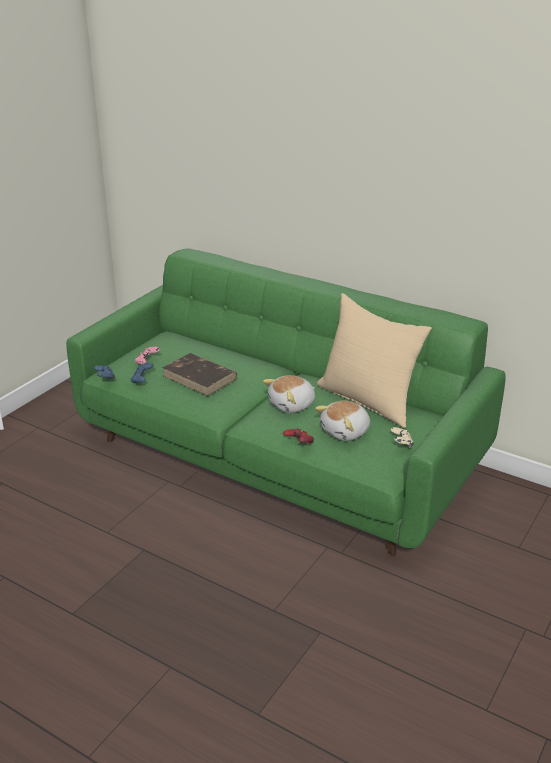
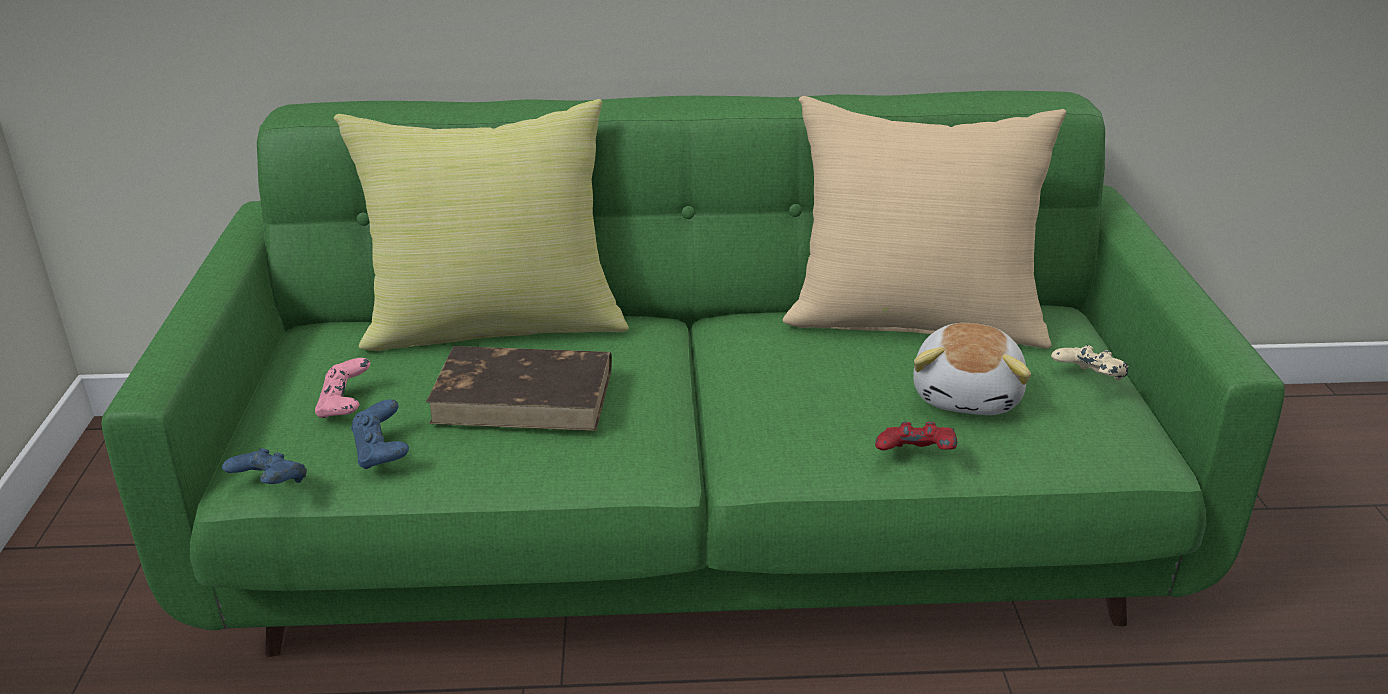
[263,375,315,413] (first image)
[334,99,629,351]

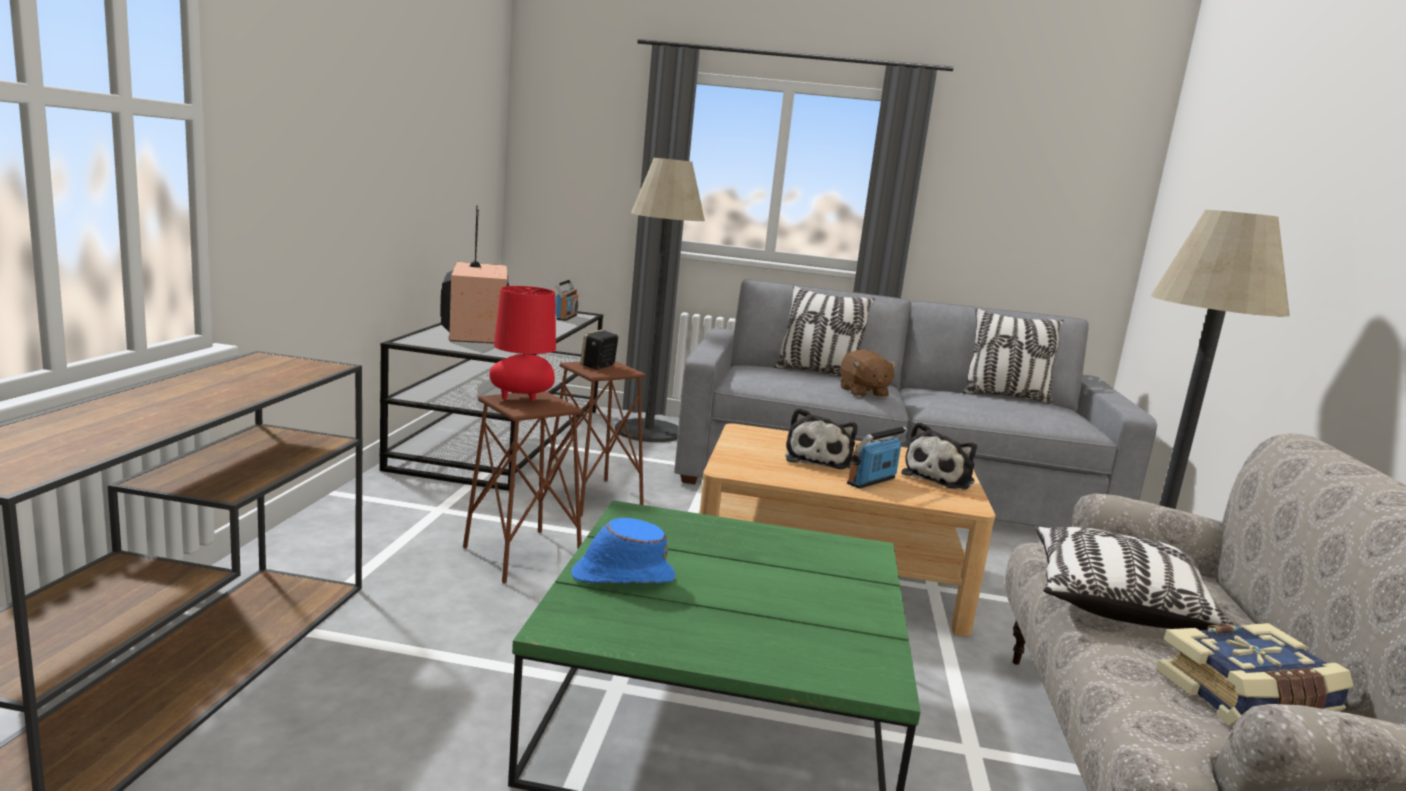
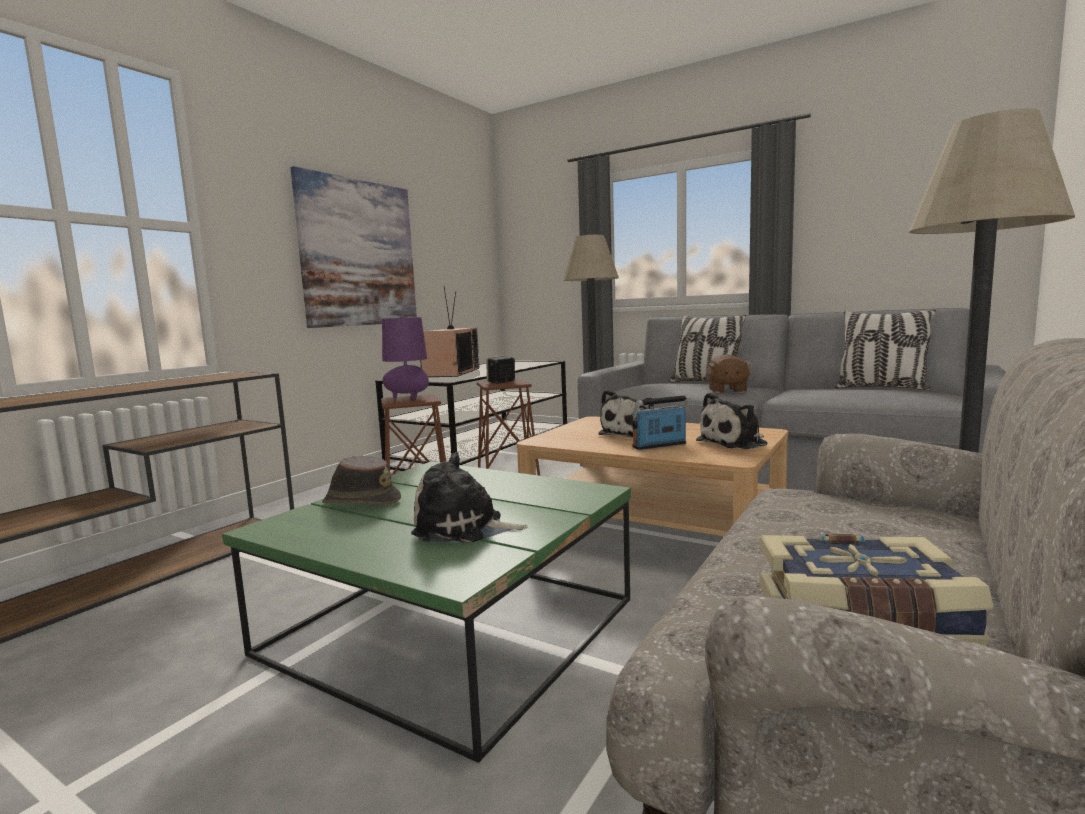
[555,280,578,321] (first image)
[382,317,429,399]
[322,456,401,505]
[1035,527,1234,630] (first image)
[290,166,417,328]
[411,452,528,543]

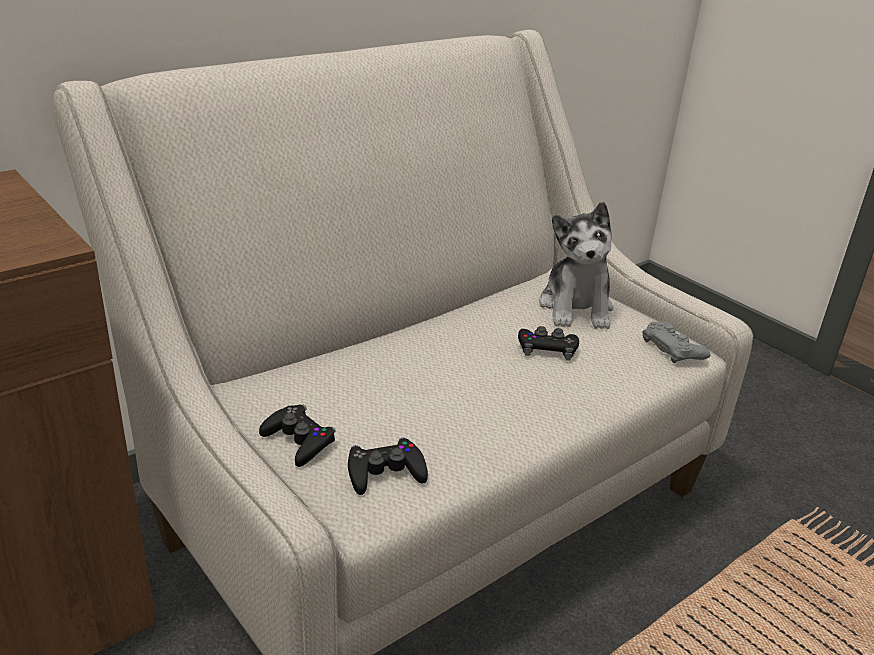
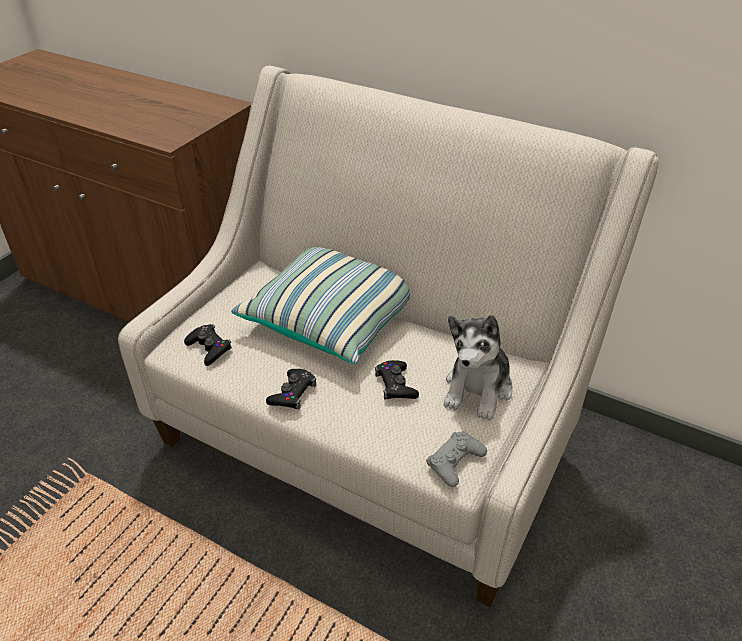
[444,315,513,421]
[266,369,316,409]
[231,247,410,364]

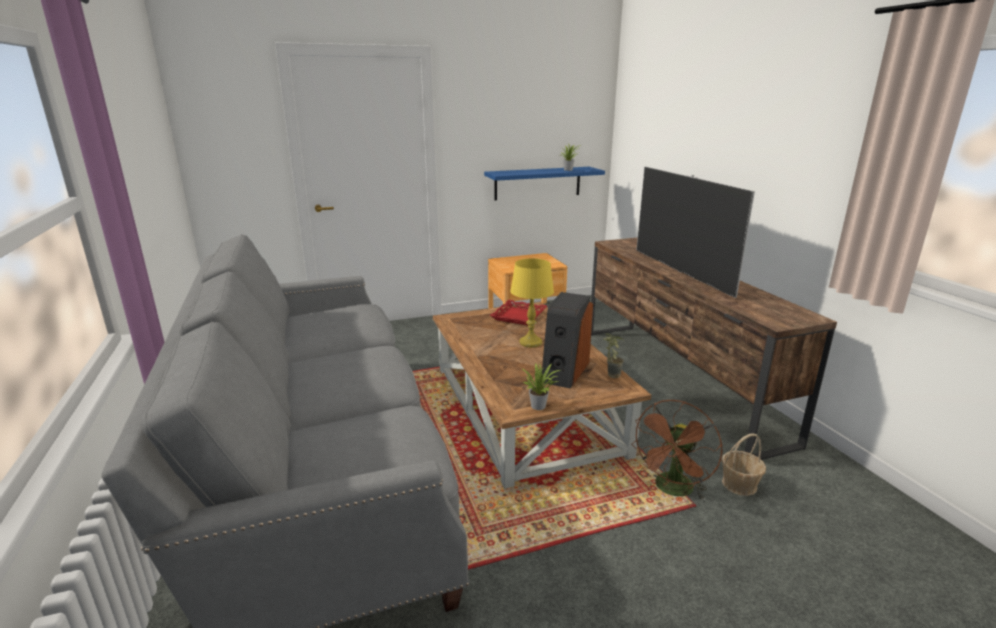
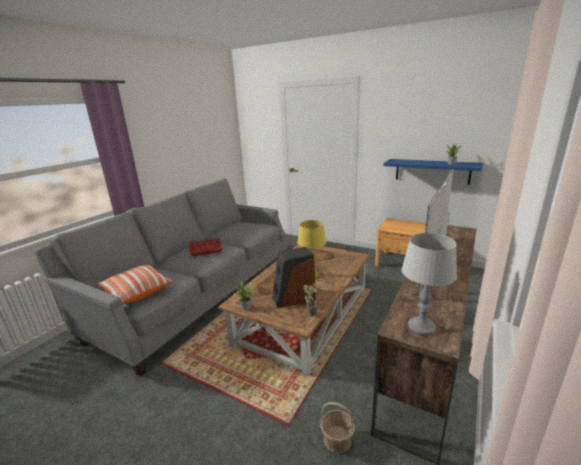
[189,238,223,256]
[631,400,722,501] (first image)
[401,233,457,336]
[97,265,173,305]

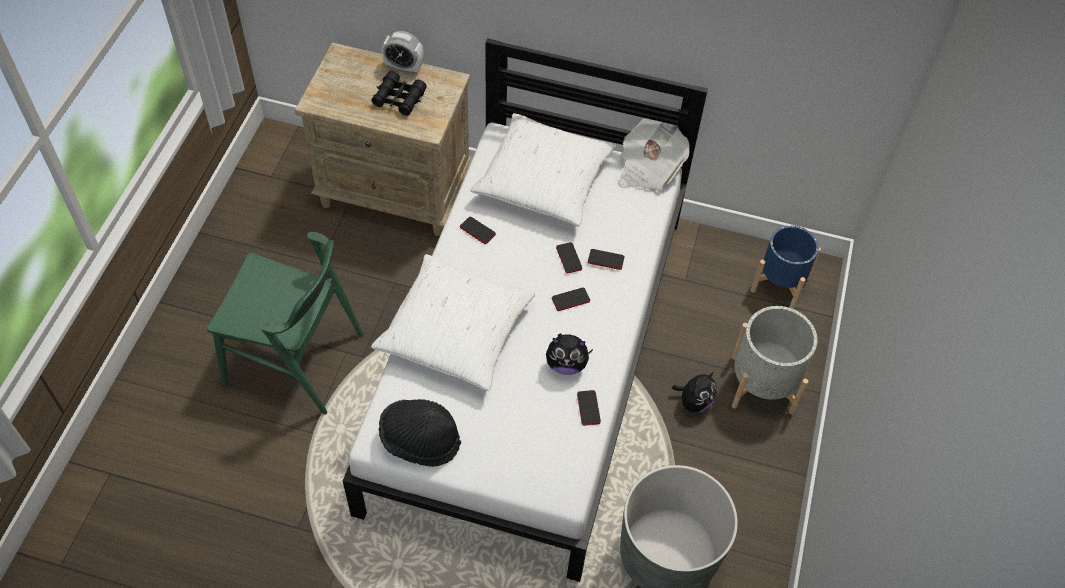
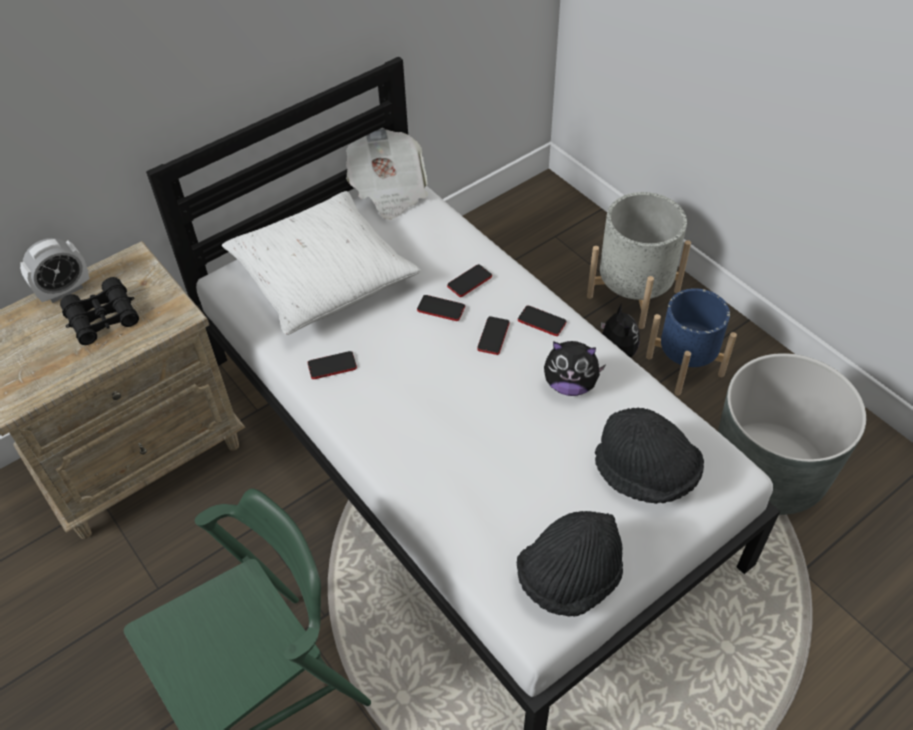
[646,288,737,396]
[371,254,536,391] (first image)
[544,341,606,396]
[518,306,567,336]
[595,408,704,504]

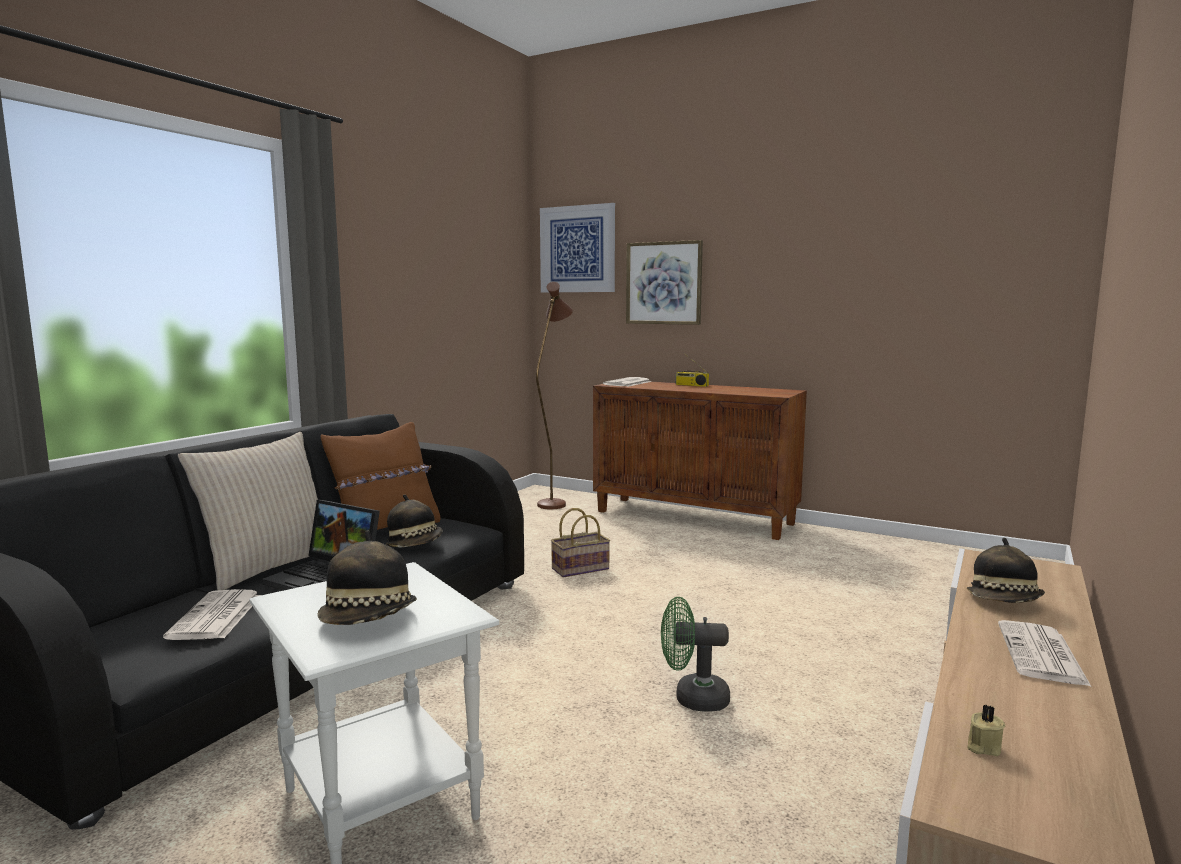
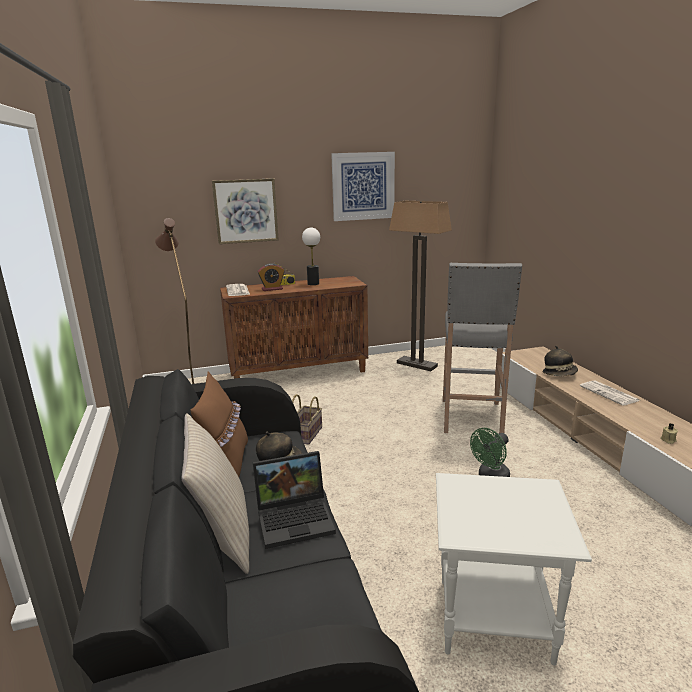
[331,152,395,221]
[317,530,417,625] (first image)
[163,589,261,640] (first image)
[389,201,452,371]
[302,228,320,285]
[258,263,285,291]
[443,263,522,433]

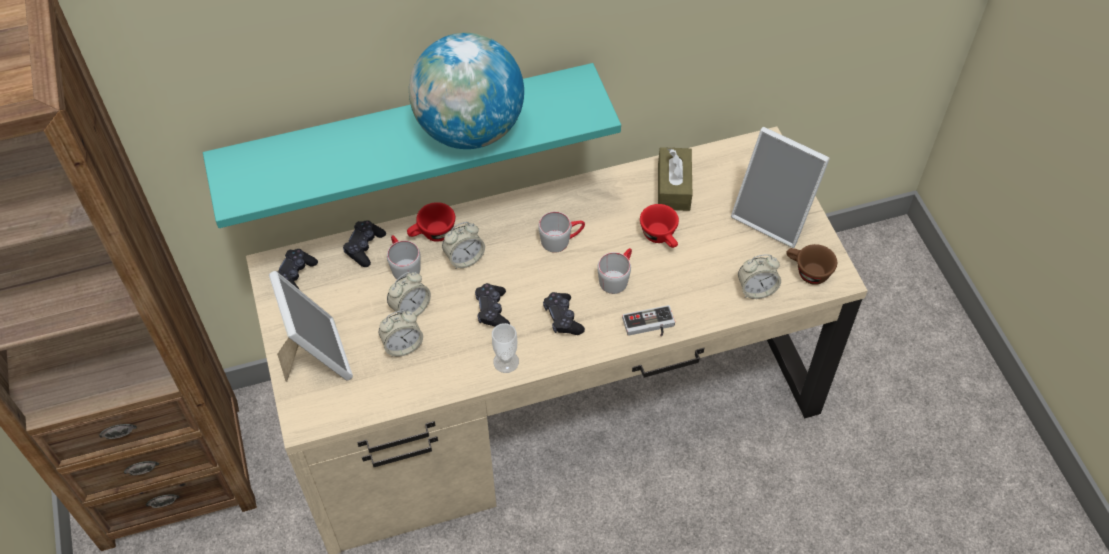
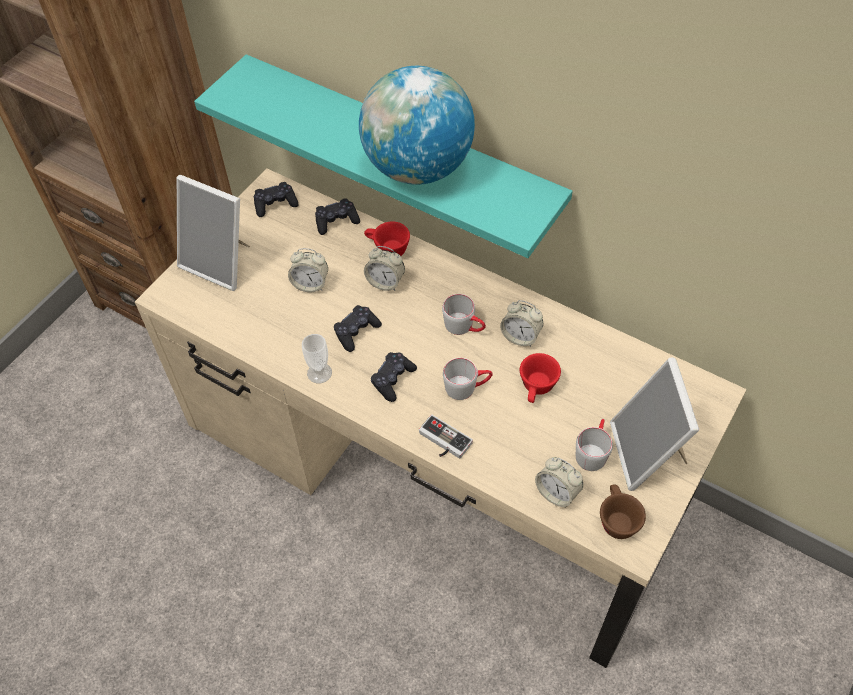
[658,147,692,211] (first image)
[576,419,613,471]
[177,175,250,291]
[500,300,543,347]

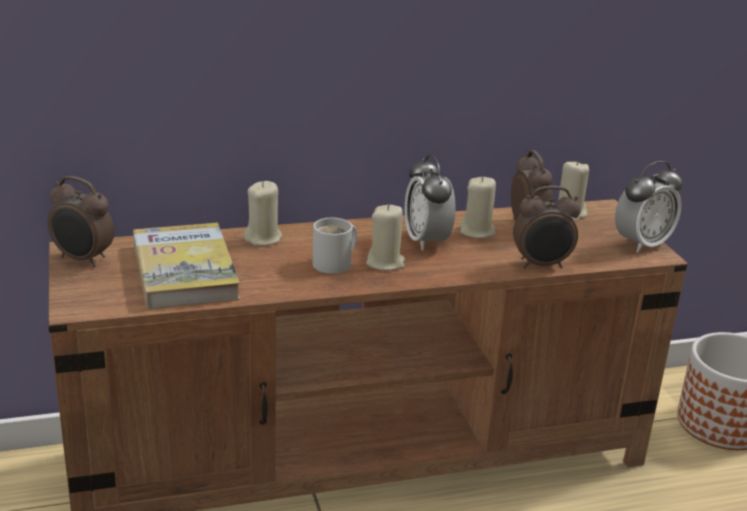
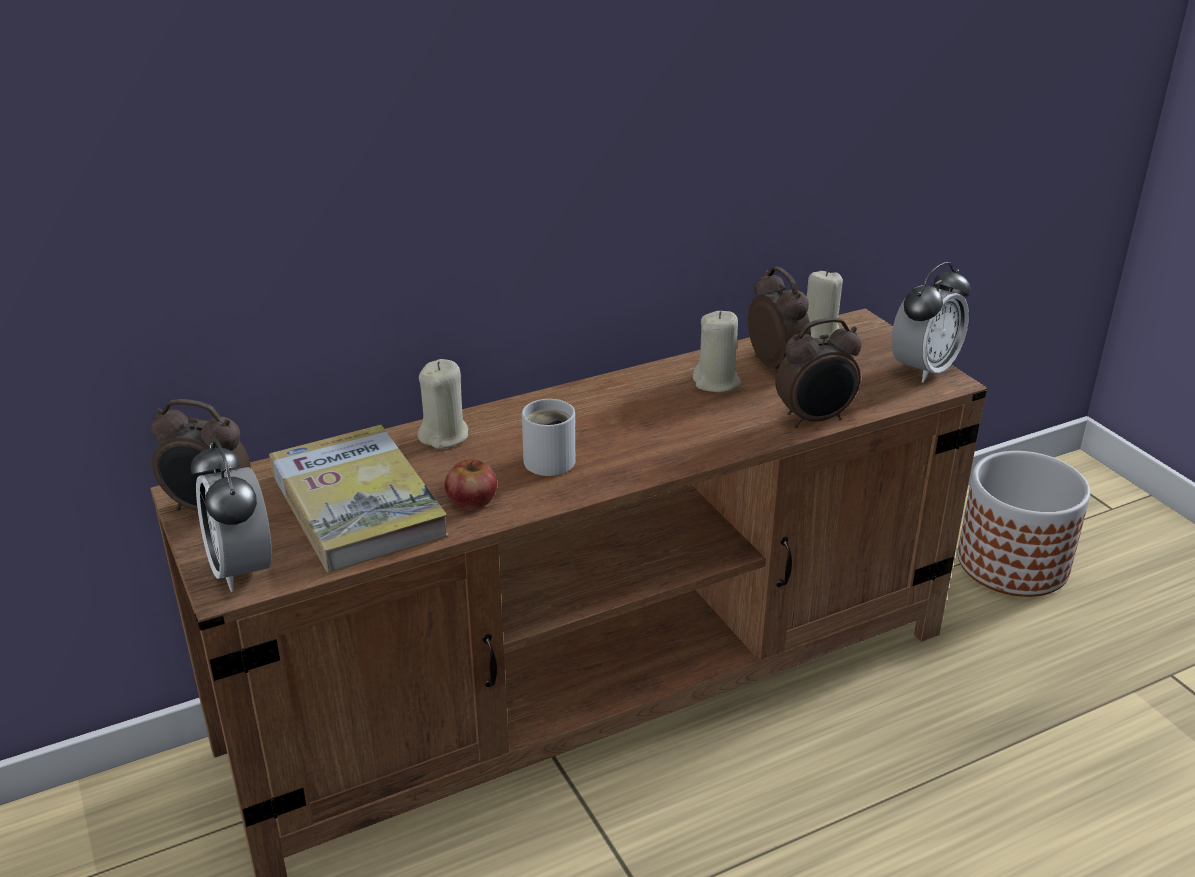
[191,439,272,592]
[366,204,405,271] (first image)
[445,460,497,510]

